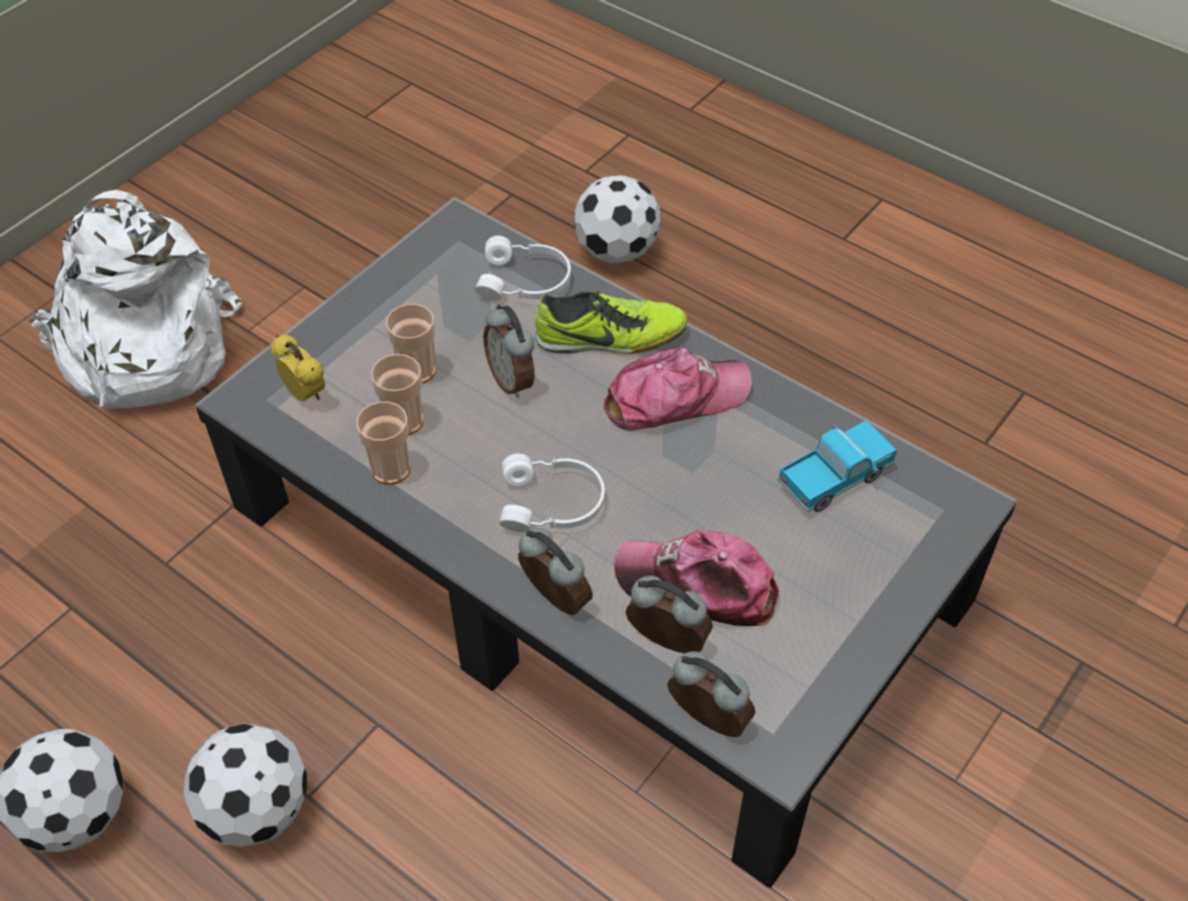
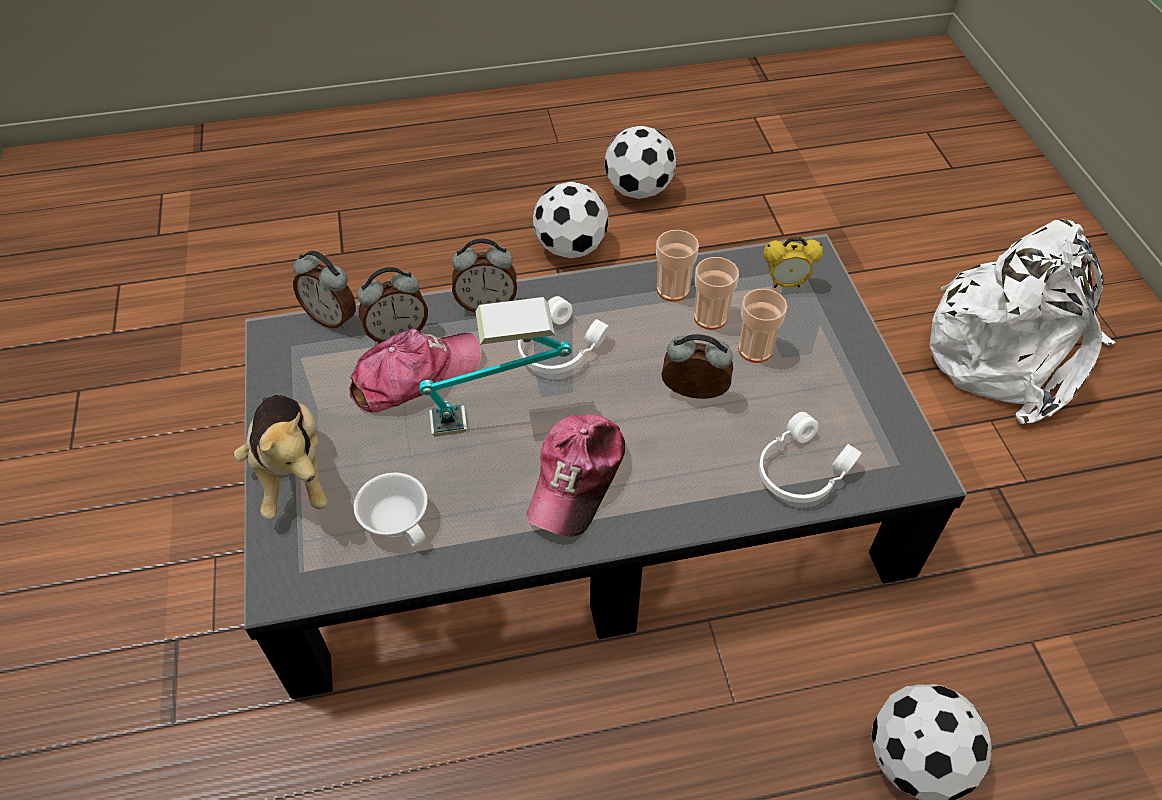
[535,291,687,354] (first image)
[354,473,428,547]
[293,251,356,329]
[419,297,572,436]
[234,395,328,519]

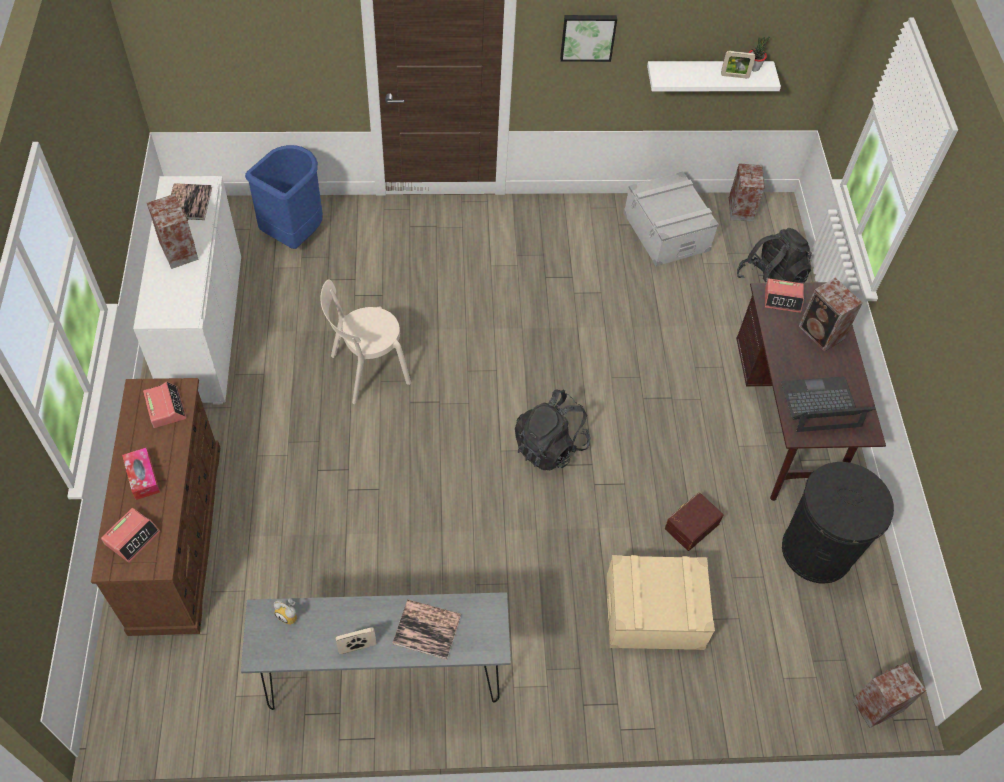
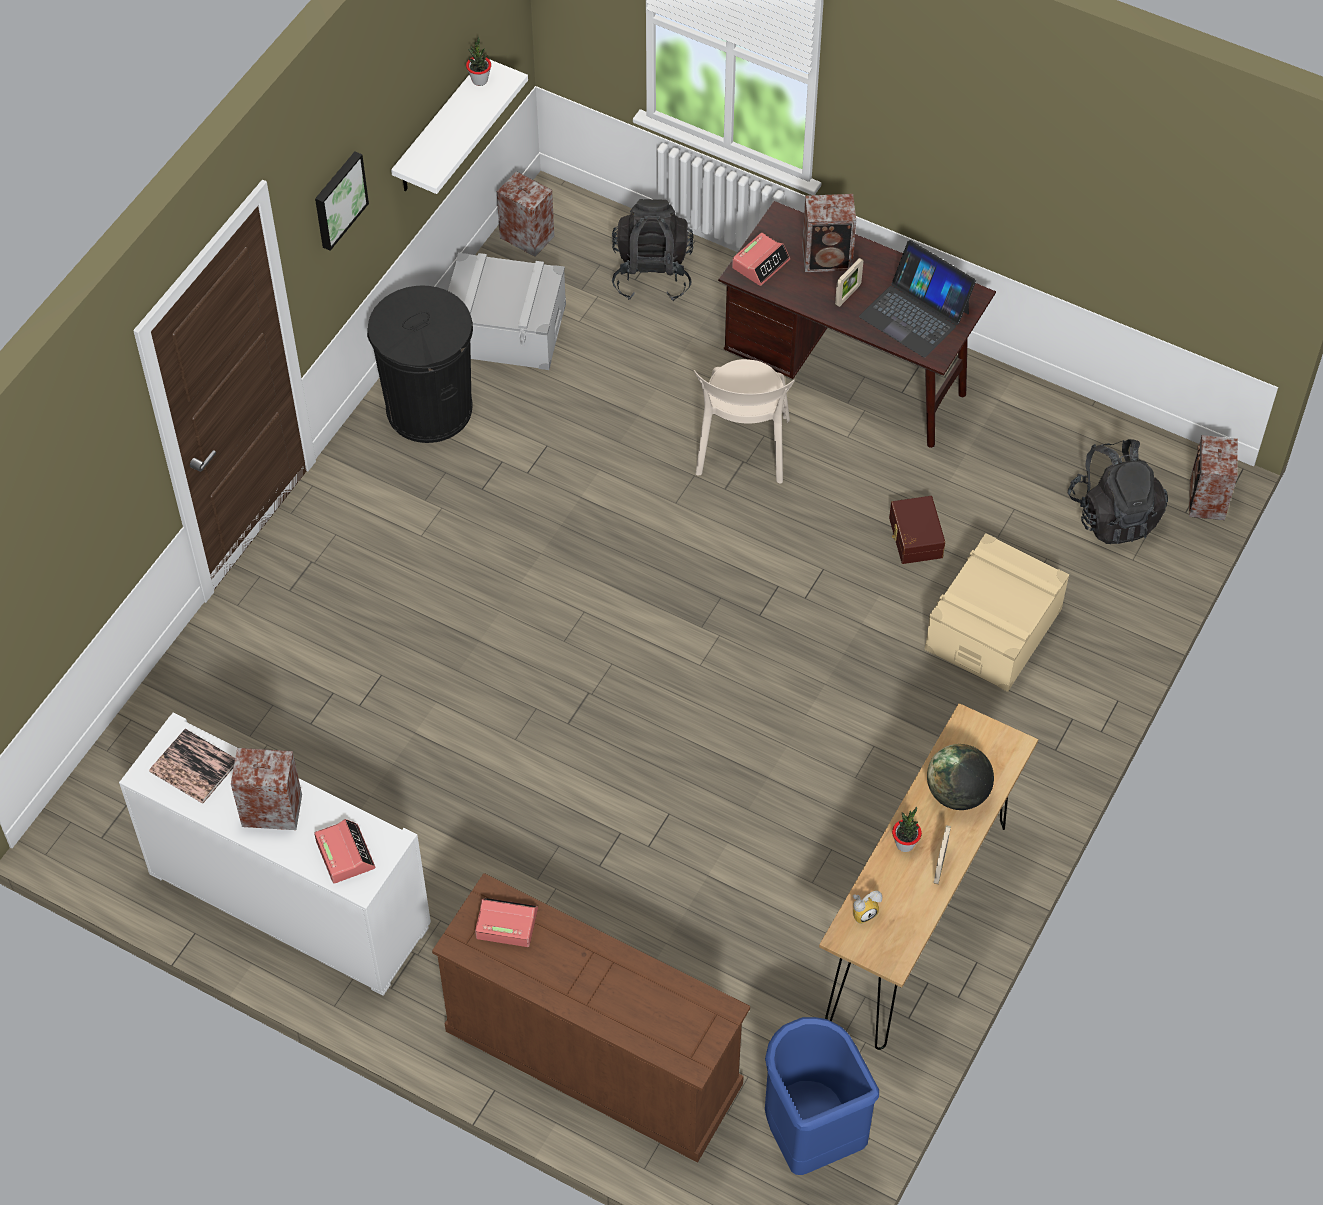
[835,258,863,307]
[765,1017,879,1175]
[694,359,795,484]
[859,240,976,358]
[1068,439,1168,544]
[122,448,160,500] (first image)
[367,285,473,443]
[314,819,376,884]
[819,703,1038,1050]
[927,744,994,810]
[892,807,922,852]

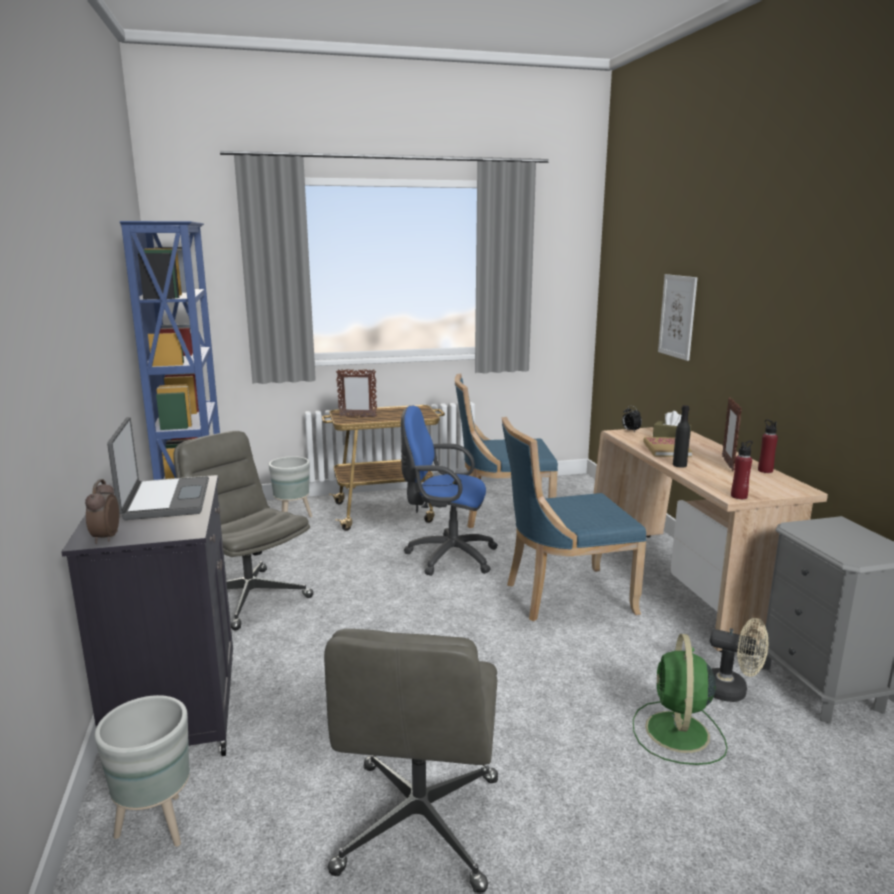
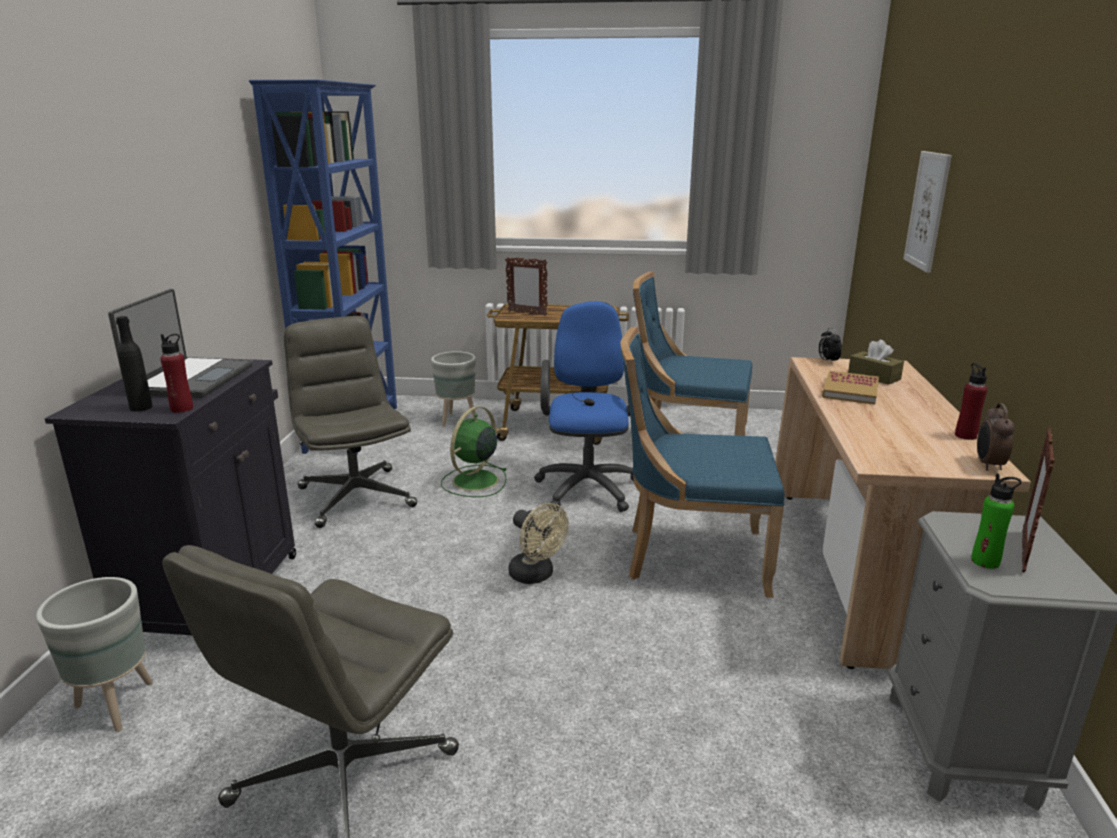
[1022,428,1056,573]
[116,316,153,412]
[534,301,634,512]
[160,334,193,413]
[977,403,1015,471]
[508,503,569,584]
[441,406,507,497]
[971,473,1021,569]

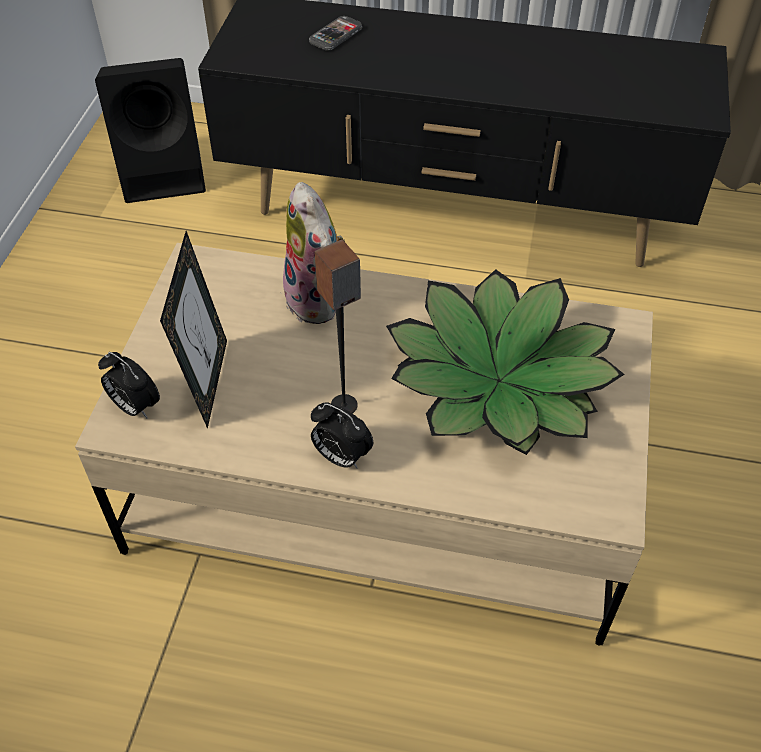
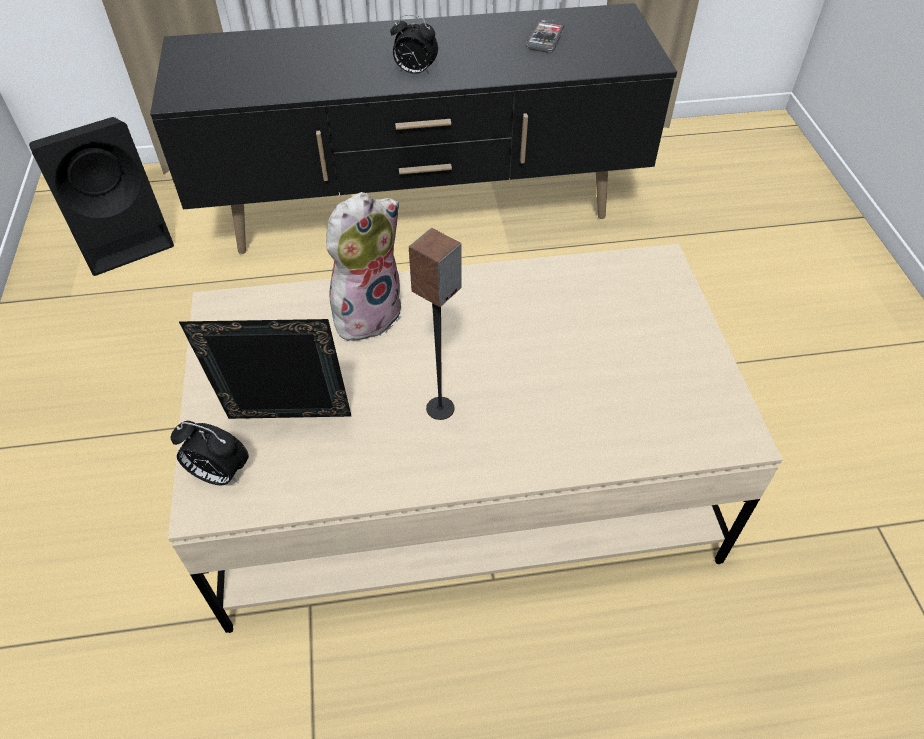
[526,19,565,53]
[326,192,402,343]
[179,319,351,419]
[386,269,625,455] (first image)
[390,15,438,75]

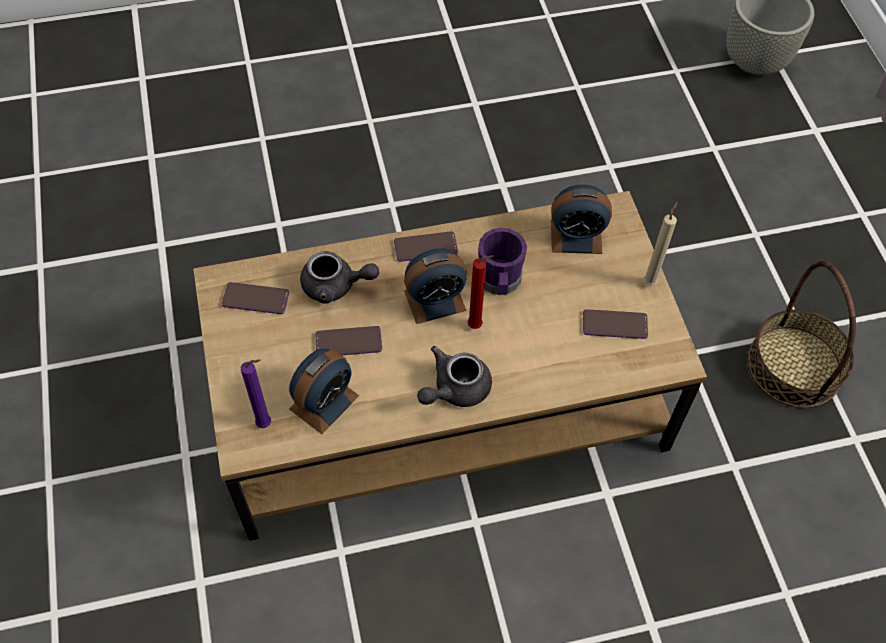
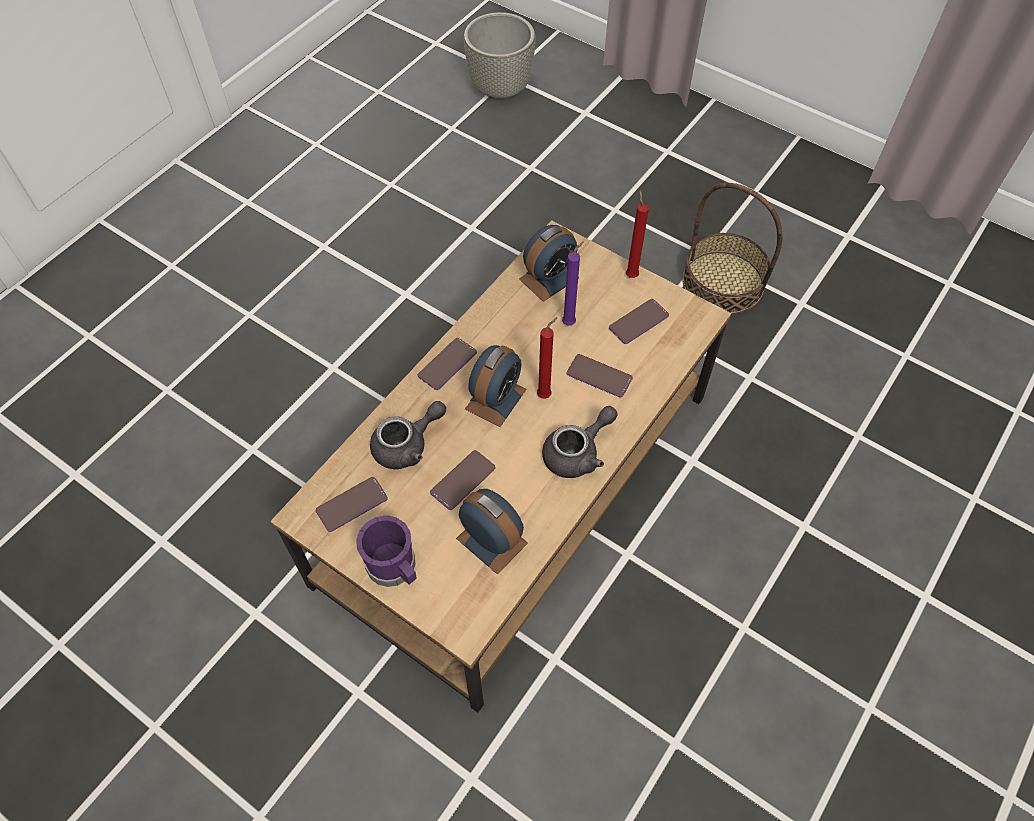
[626,190,649,278]
[356,515,417,587]
[542,406,618,478]
[456,489,528,575]
[562,241,584,326]
[566,354,633,398]

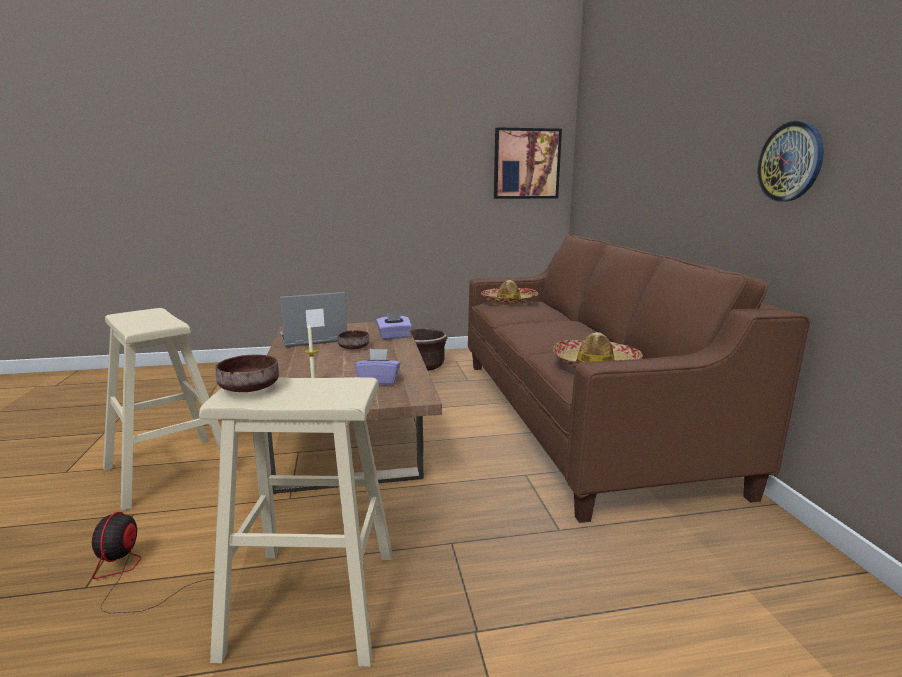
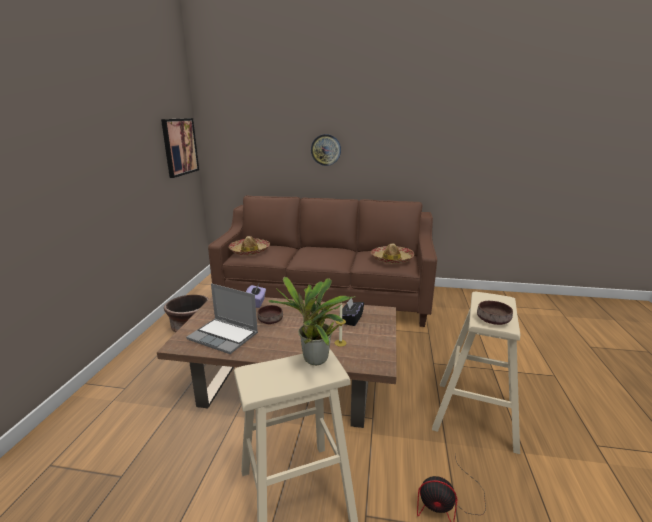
[311,134,341,166]
[186,283,258,354]
[339,298,364,326]
[268,277,356,365]

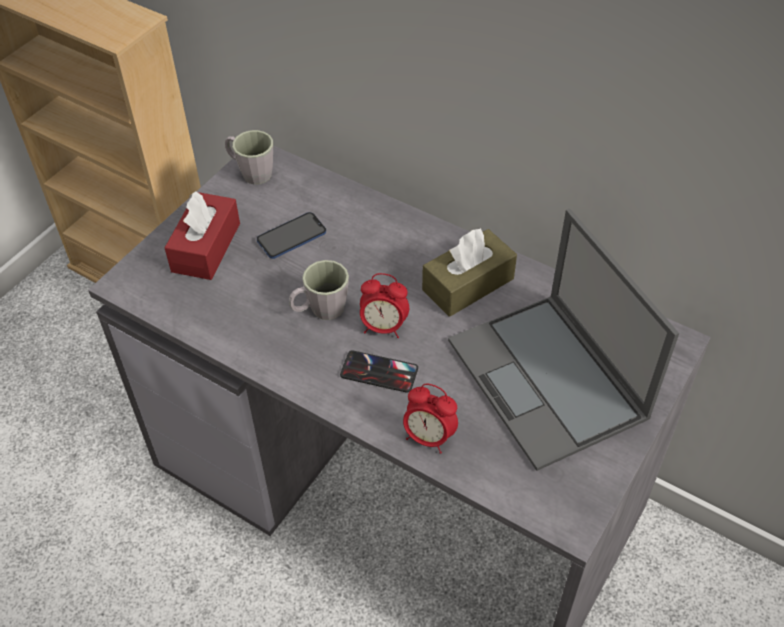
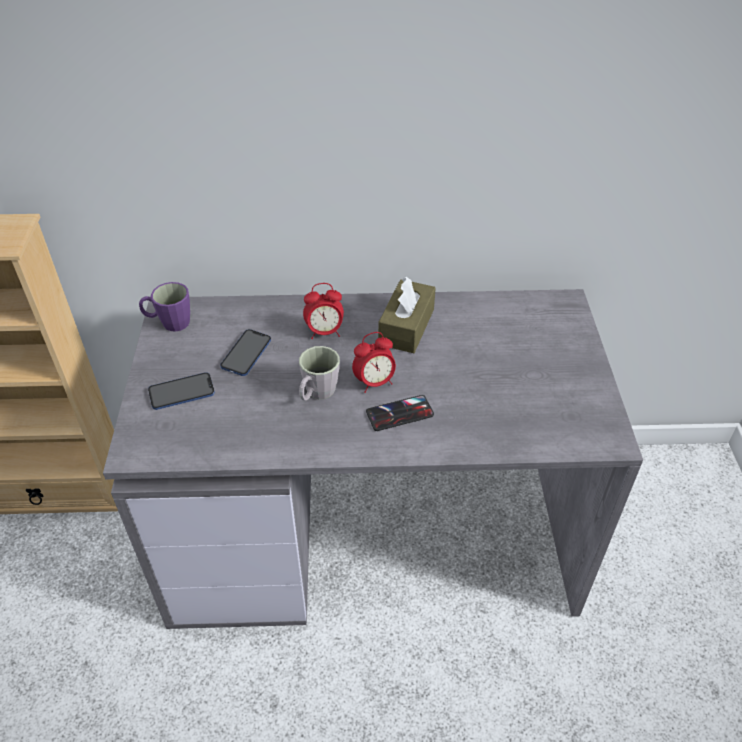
[139,282,190,331]
[148,372,215,410]
[448,209,679,471] (first image)
[303,283,344,339]

